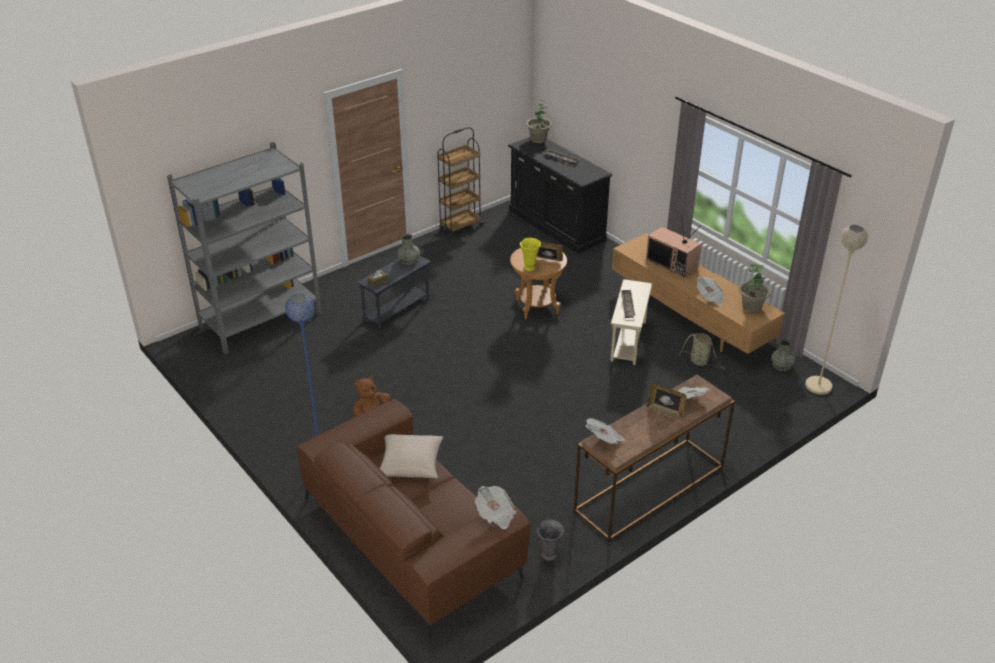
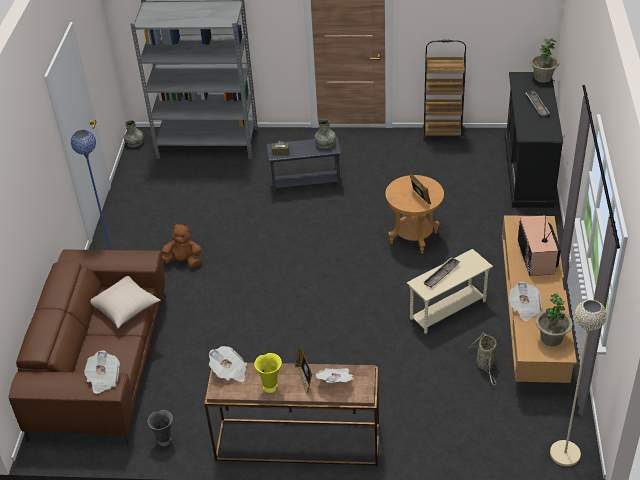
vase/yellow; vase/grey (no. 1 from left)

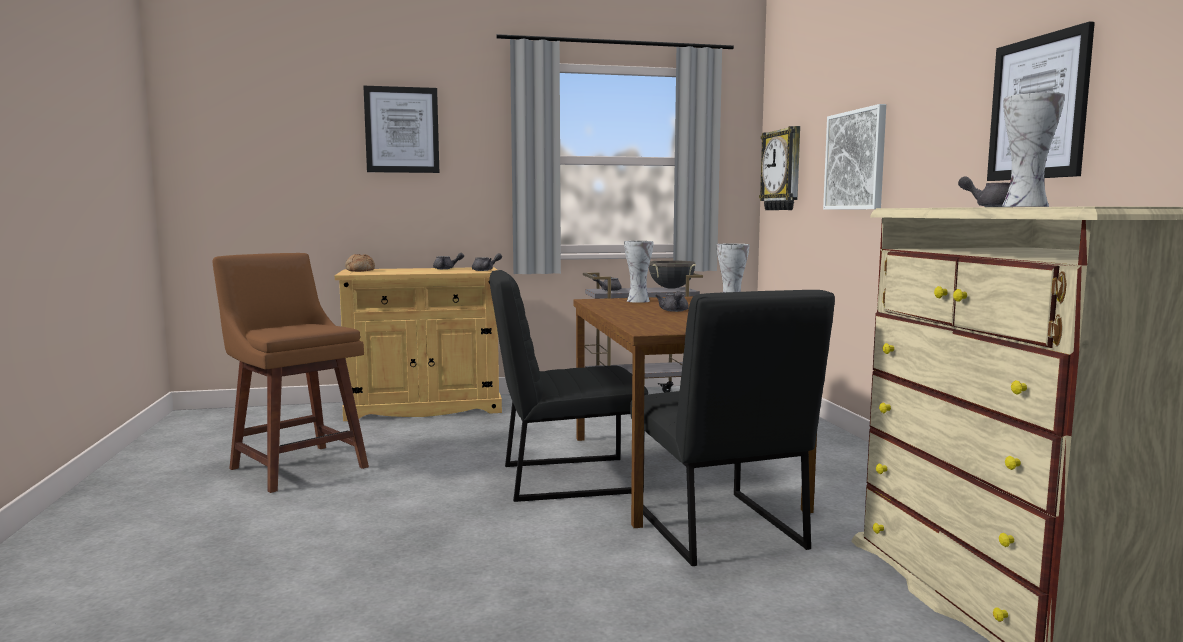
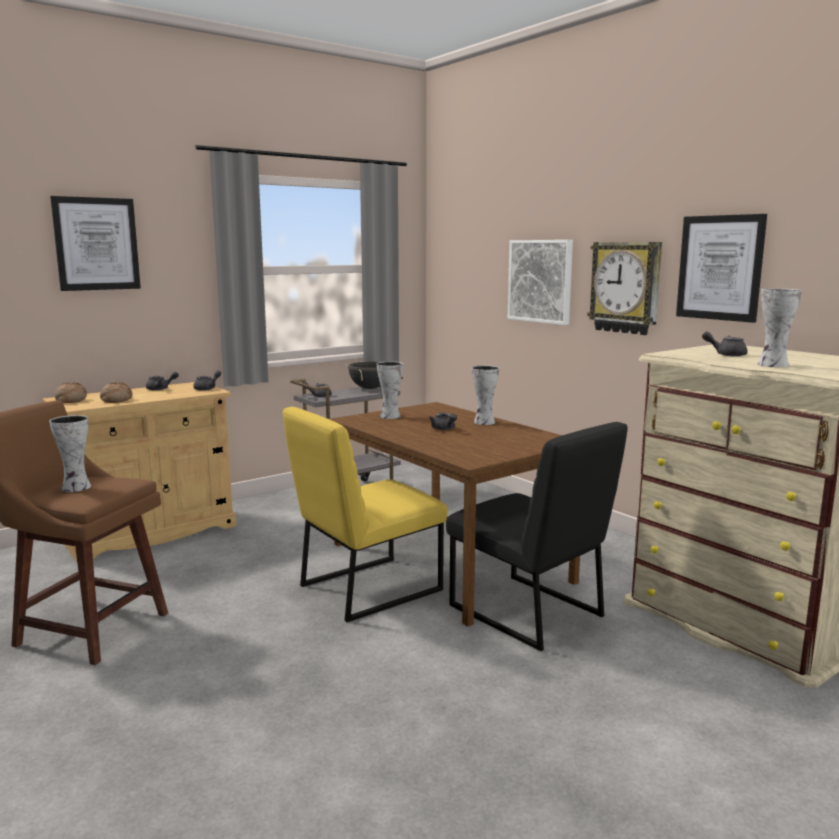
chair/yellow; wall clock; vase (no. 1 from left); bread (no. 2 from left)

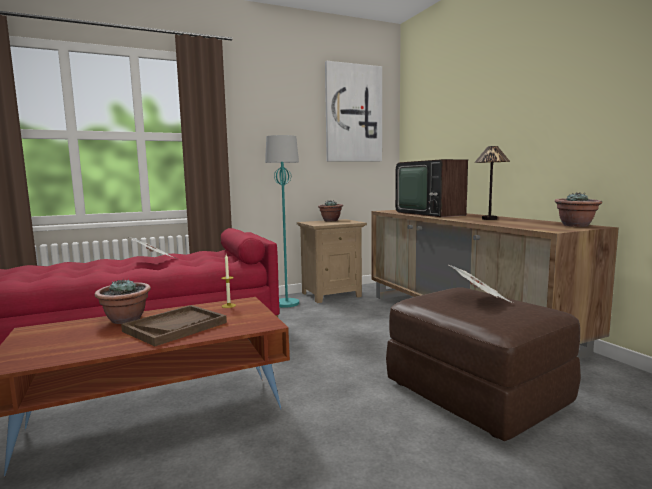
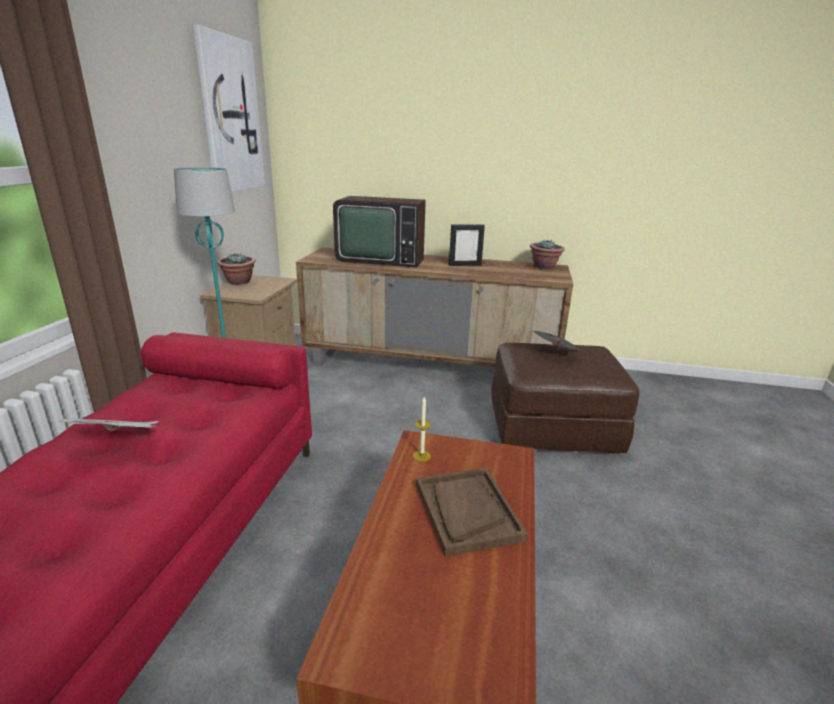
potted plant (no. 1 from left in the first image); picture frame

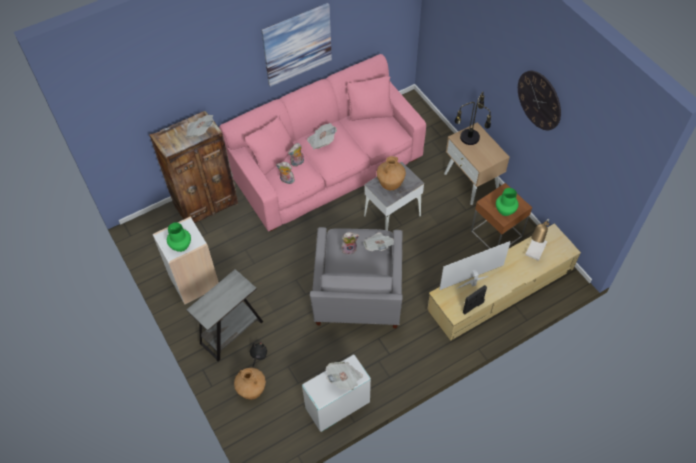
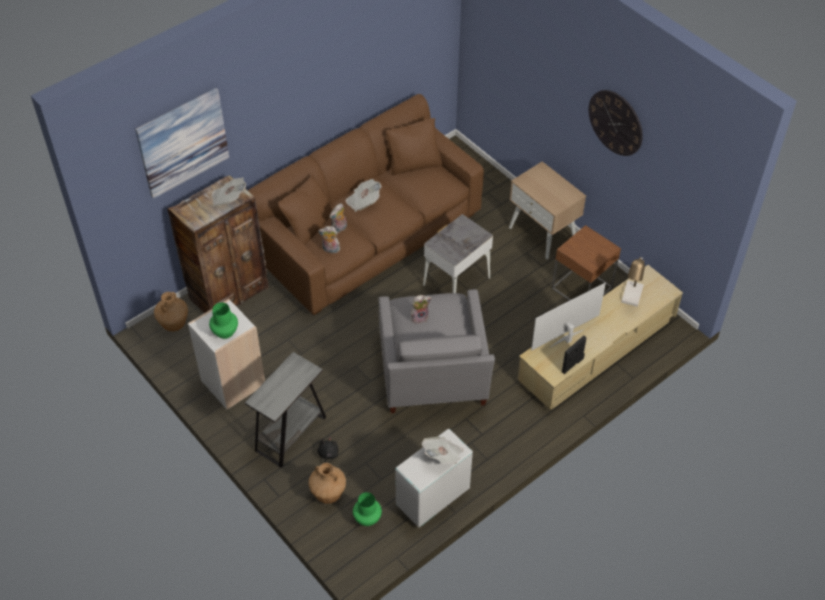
sofa/brown; picture; newspaper (no. 4 from left in the first image); vase/brown (no. 1 from left); table lamp (no. 1 from left in the first image); vase/green (no. 2 from left)

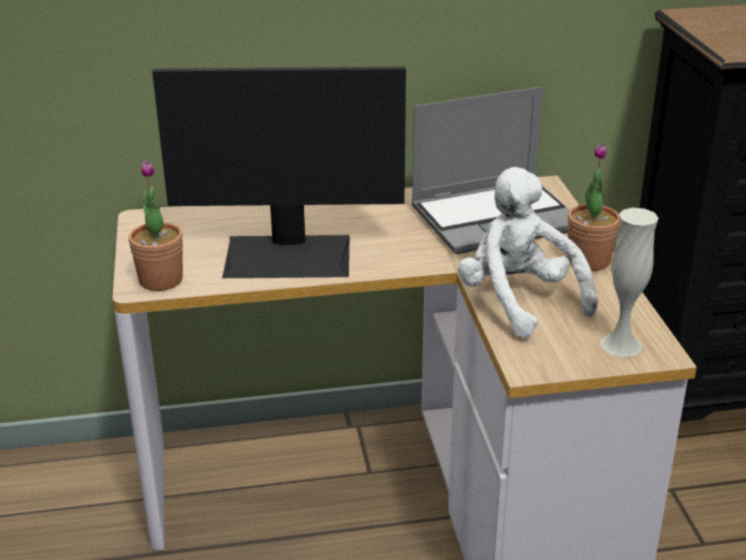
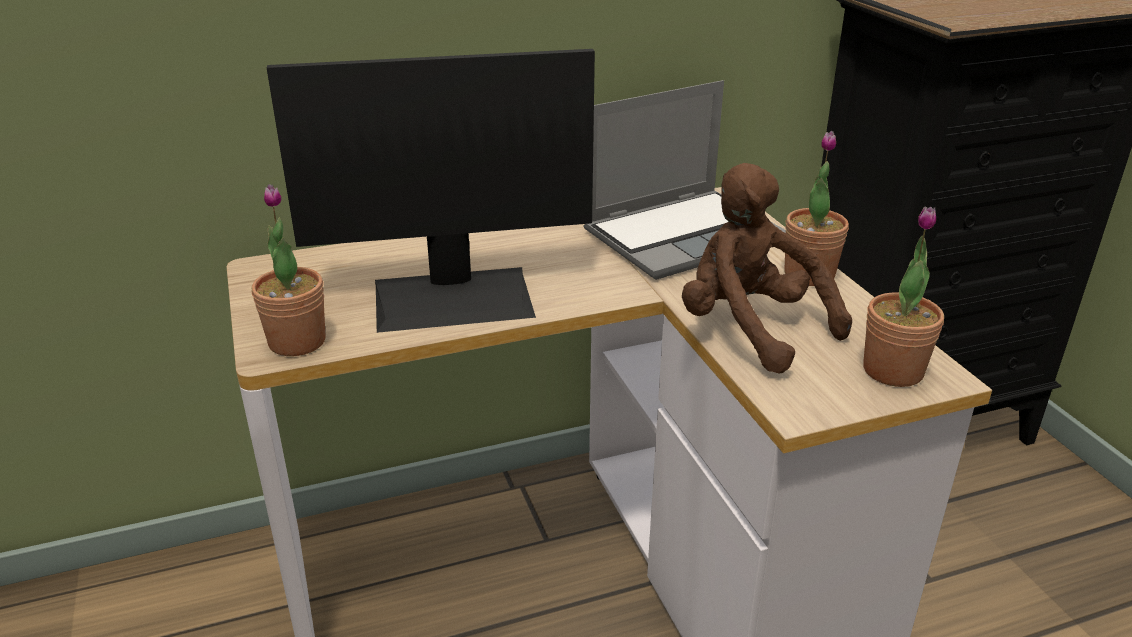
plush toy/brown; potted plant (no. 3 from left)

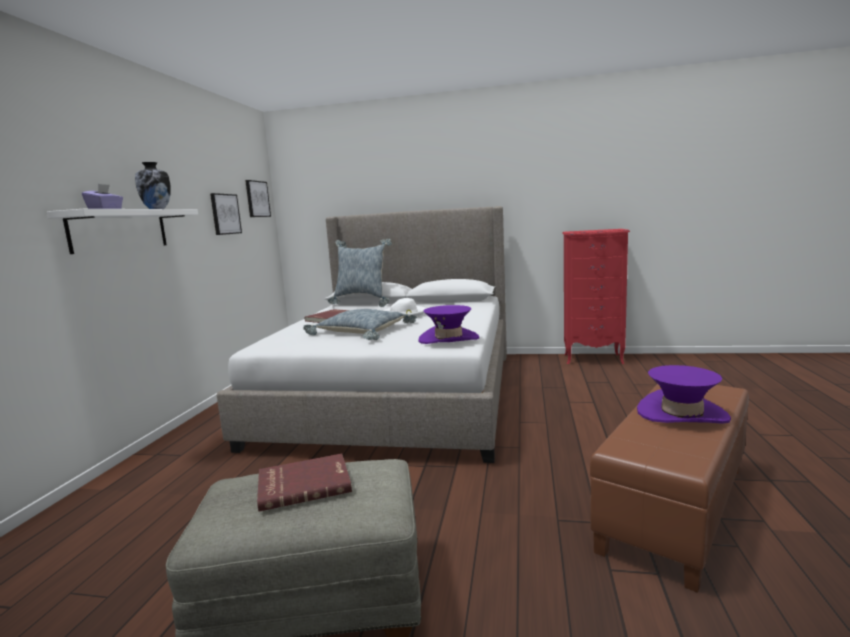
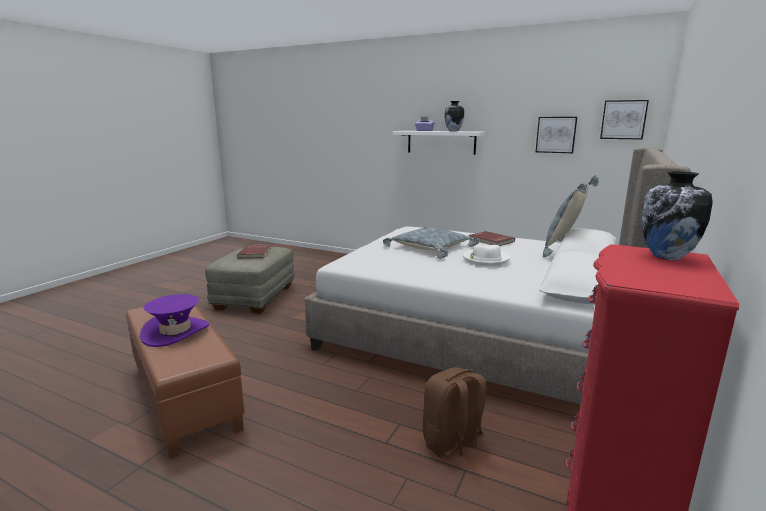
hat/purple (no. 1 from left in the first image); backpack/brown; vase (no. 2 from left)

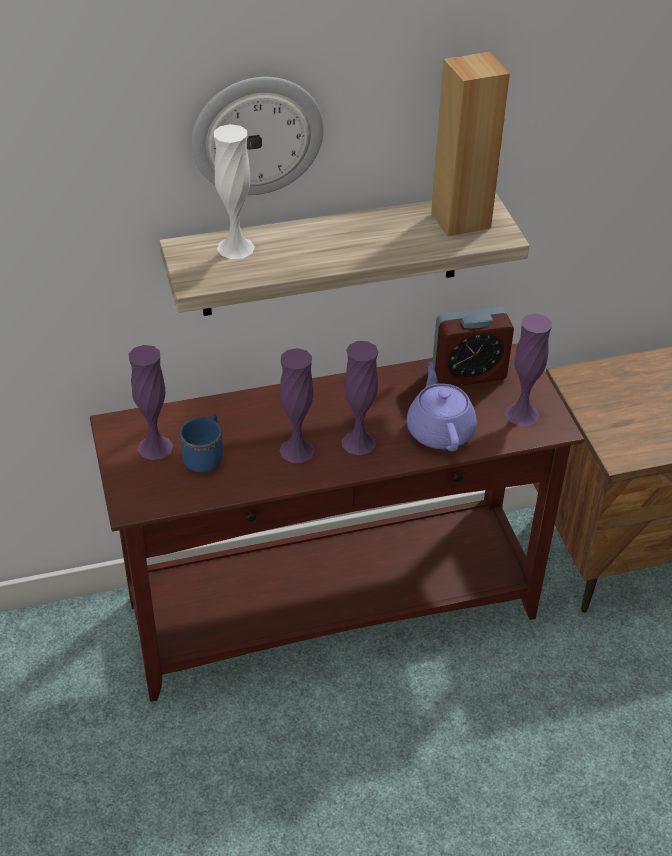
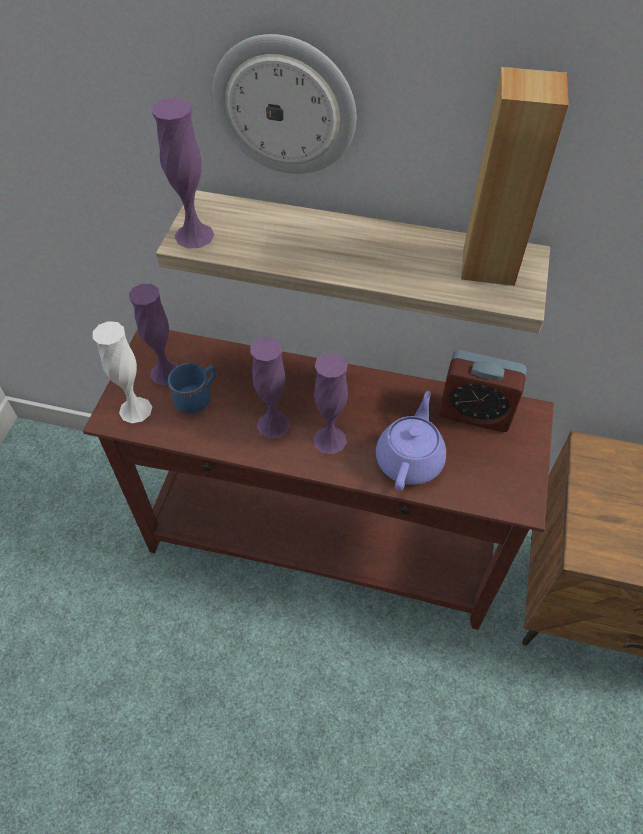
vase/white; vase/purple (no. 2 from left)

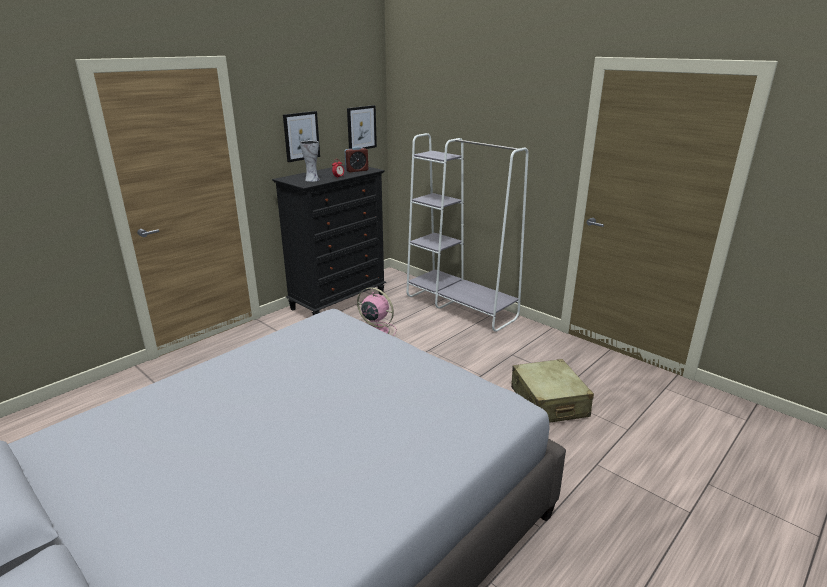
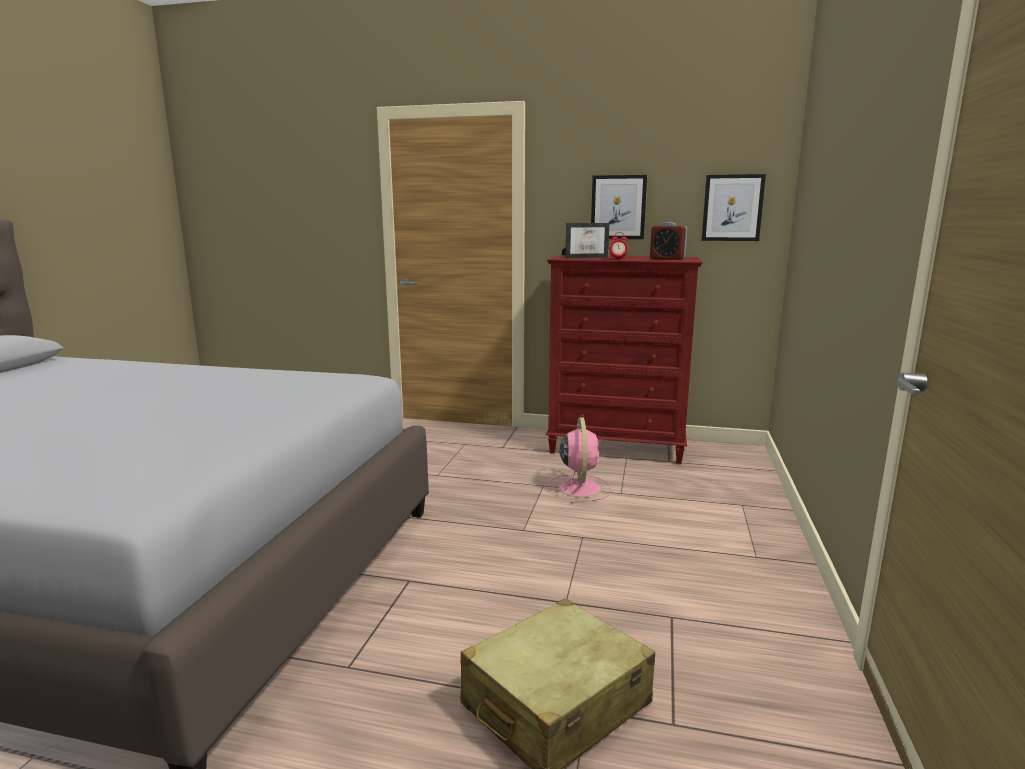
dresser/red; picture frame; clothes rack/grey

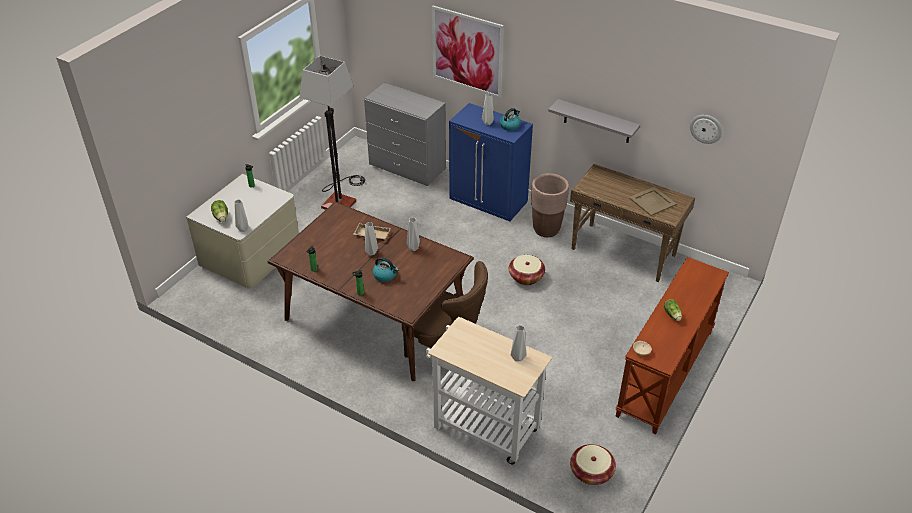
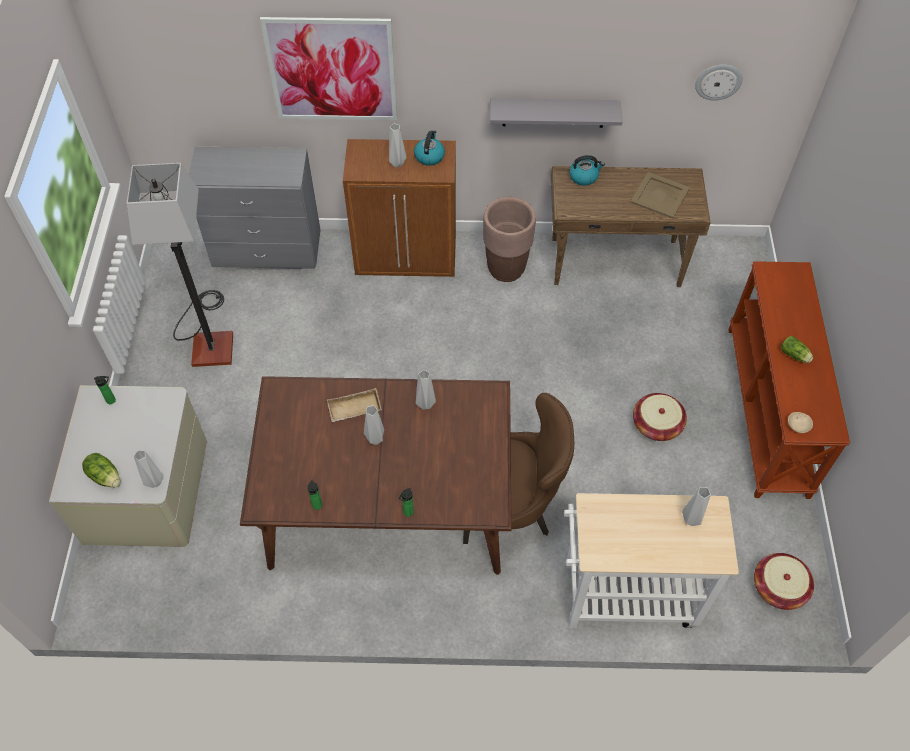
kettle (no. 2 from left); cabinet/brown; basket (no. 1 from left)

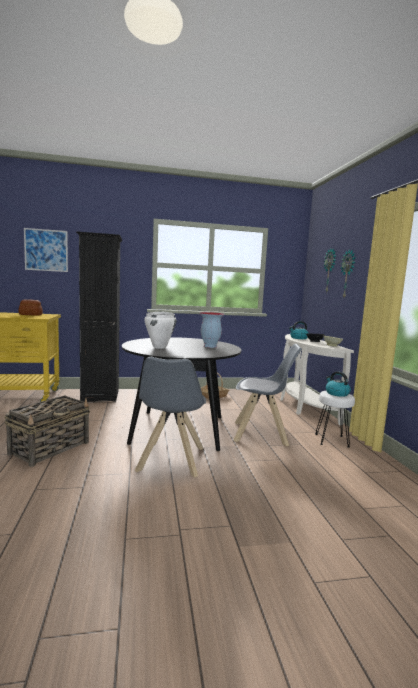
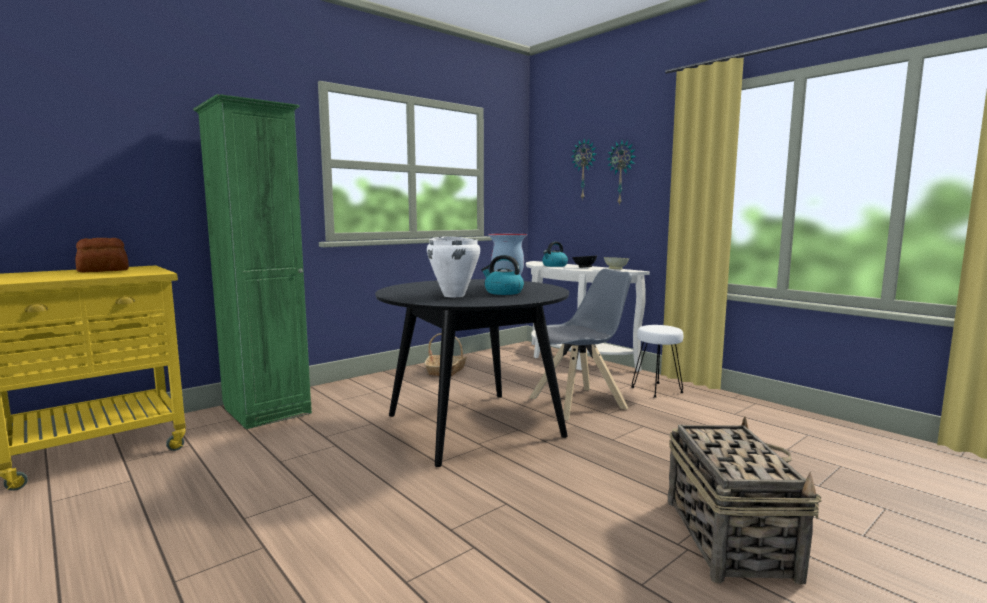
basket (no. 2 from left); picture; cabinet/green; chair/grey (no. 1 from left in the first image); kettle (no. 1 from left)

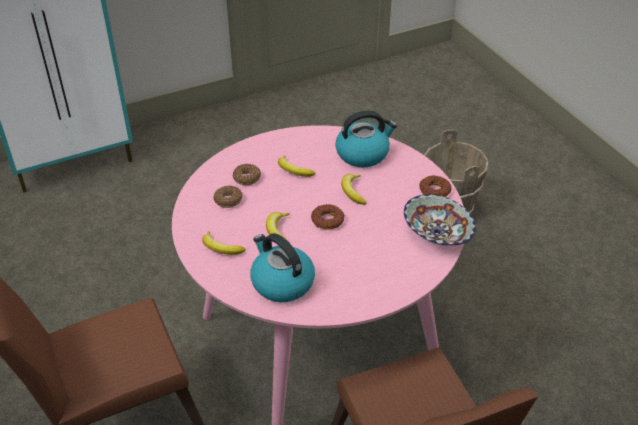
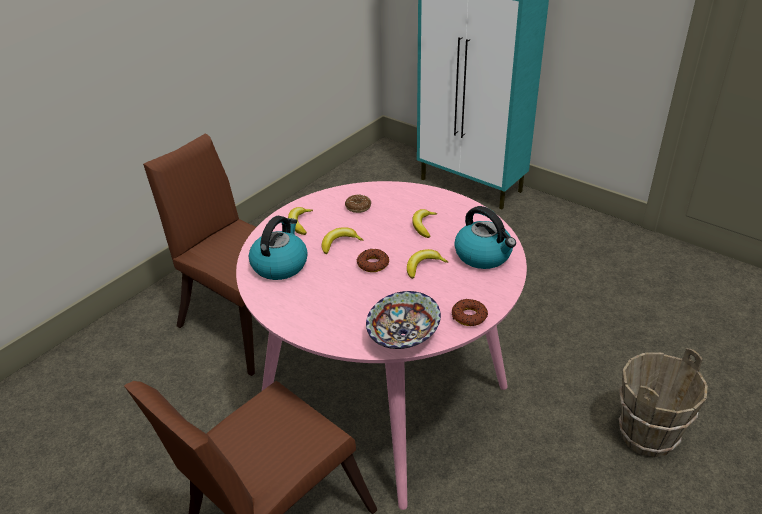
donut (no. 2 from left in the first image)

